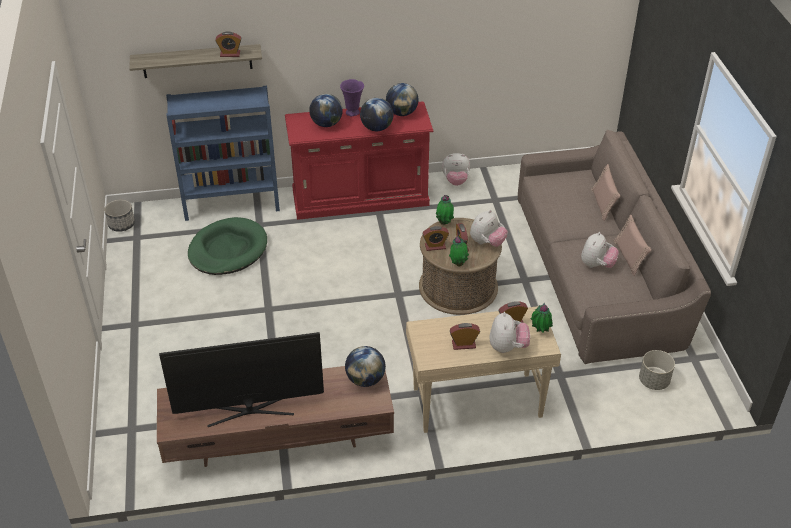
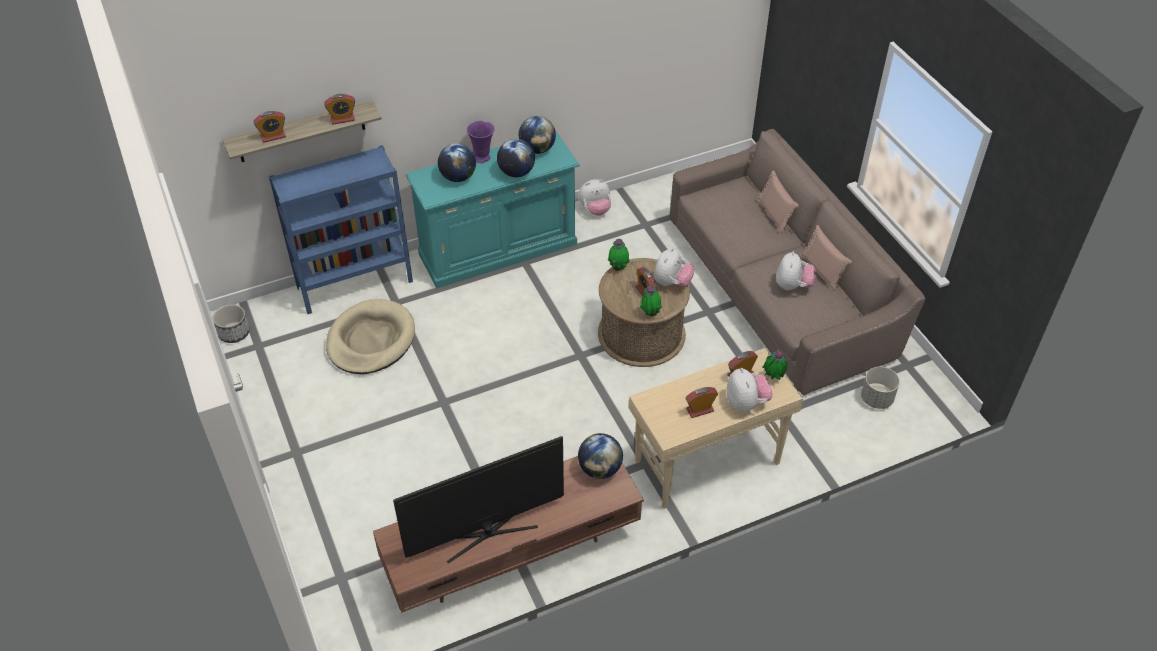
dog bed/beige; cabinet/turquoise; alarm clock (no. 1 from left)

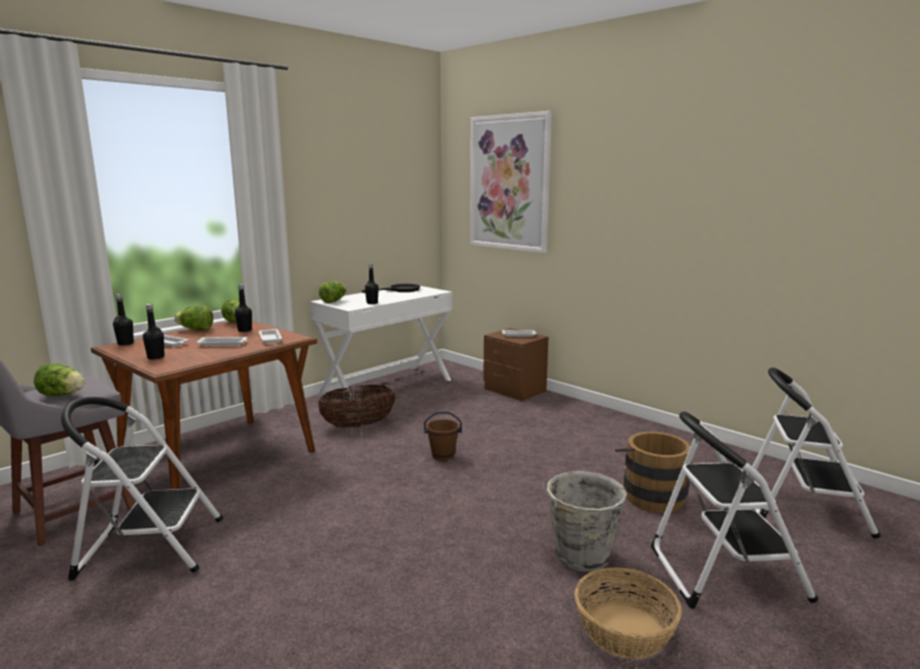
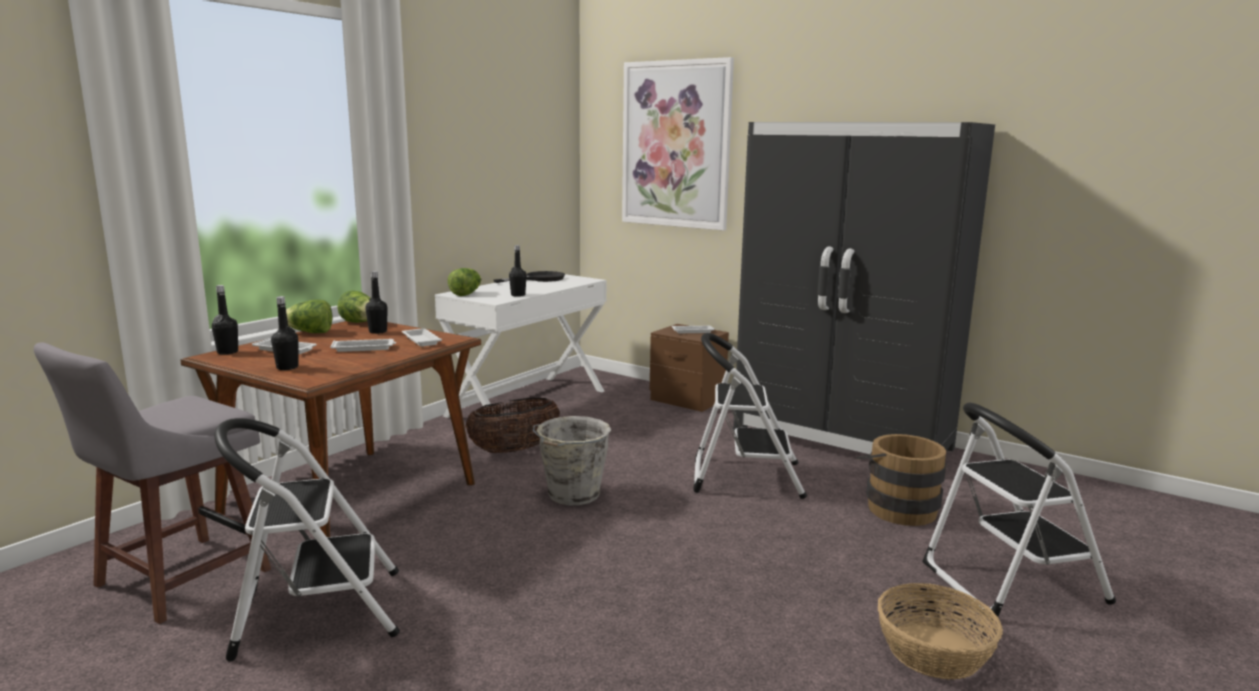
lettuce (no. 1 from left in the first image); bucket/brown (no. 1 from left in the first image); bucket/grey; step ladder (no. 2 from left); cabinet/black

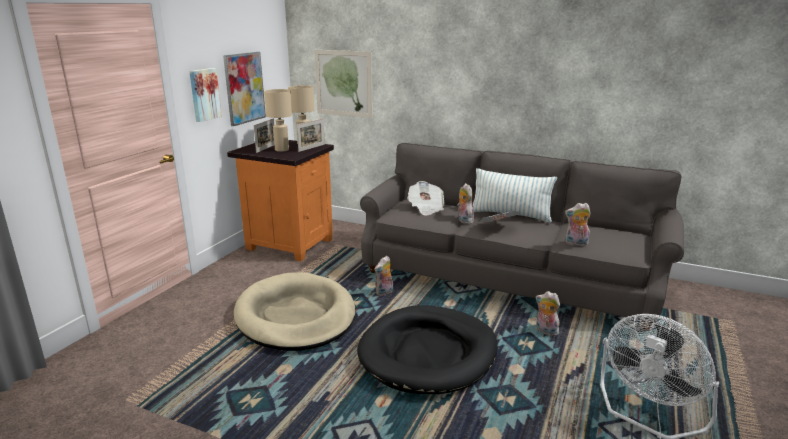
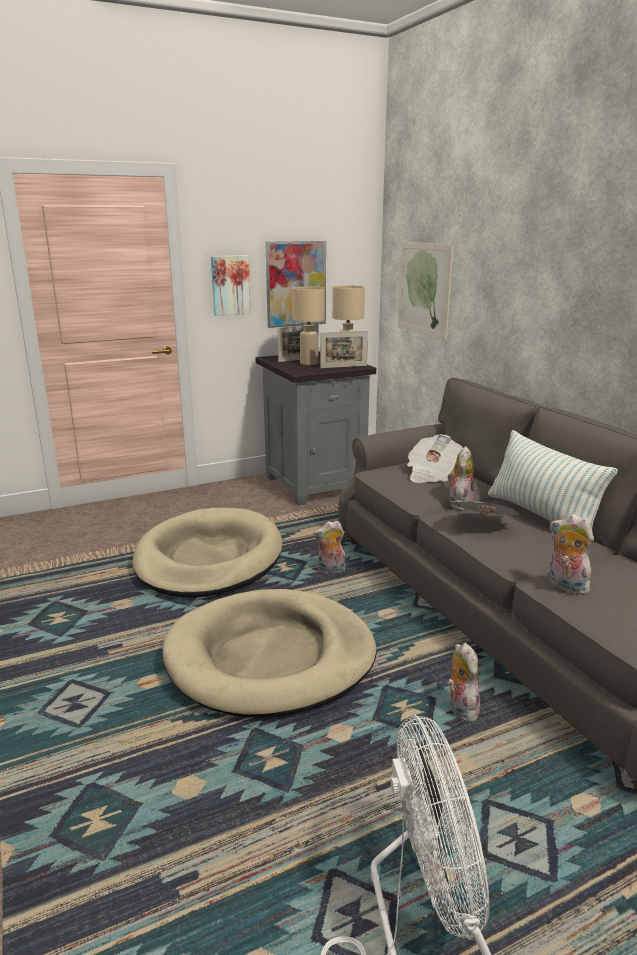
cabinet/grey; dog bed/beige (no. 2 from left)

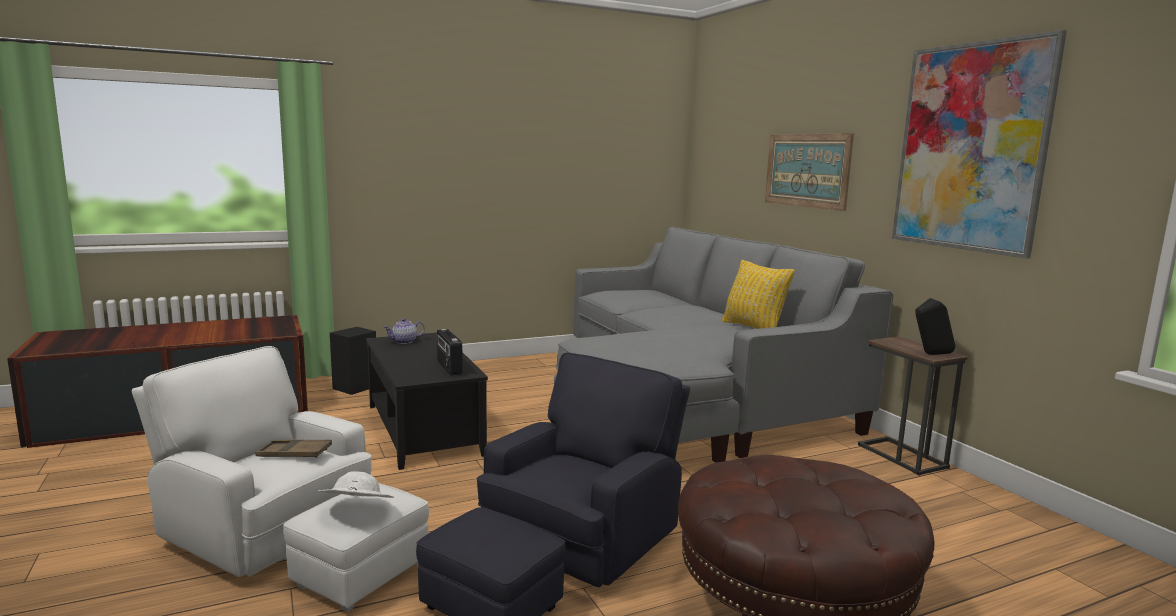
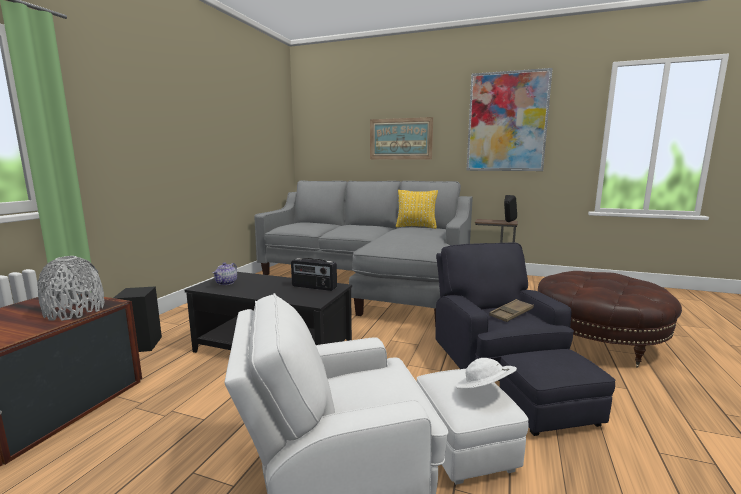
tray/brown; vase/grey

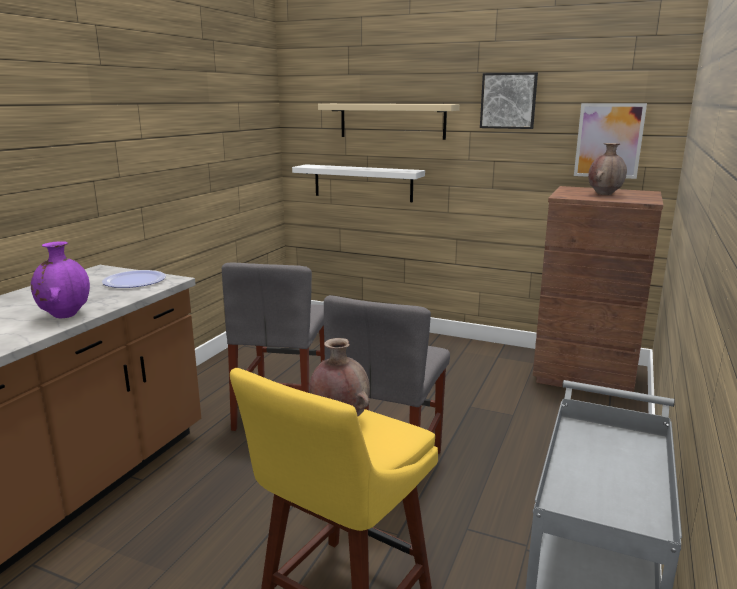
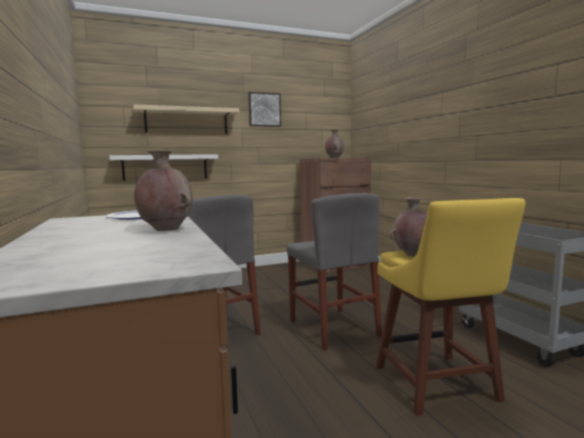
vase/brown (no. 1 from left); picture (no. 2 from left in the first image)

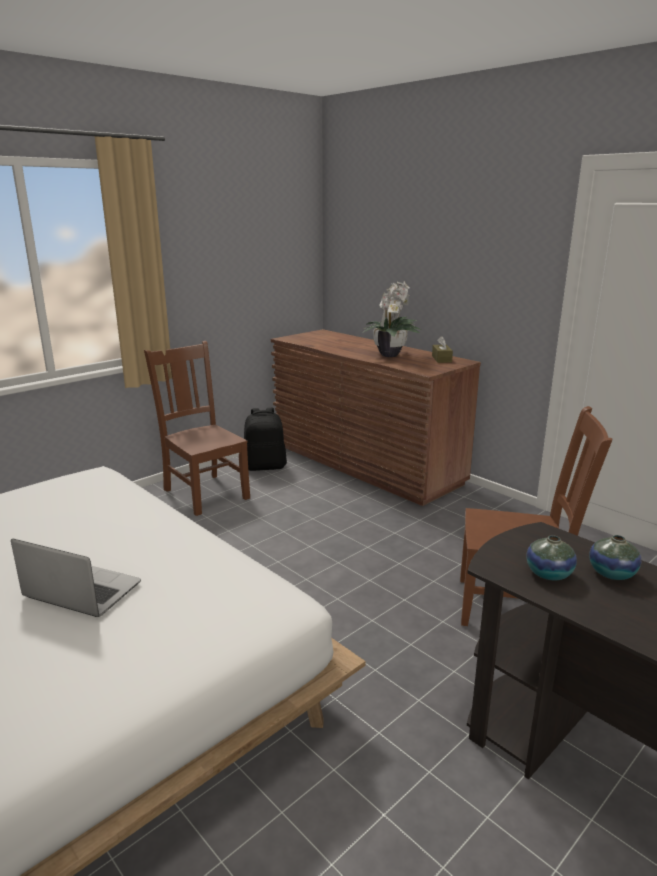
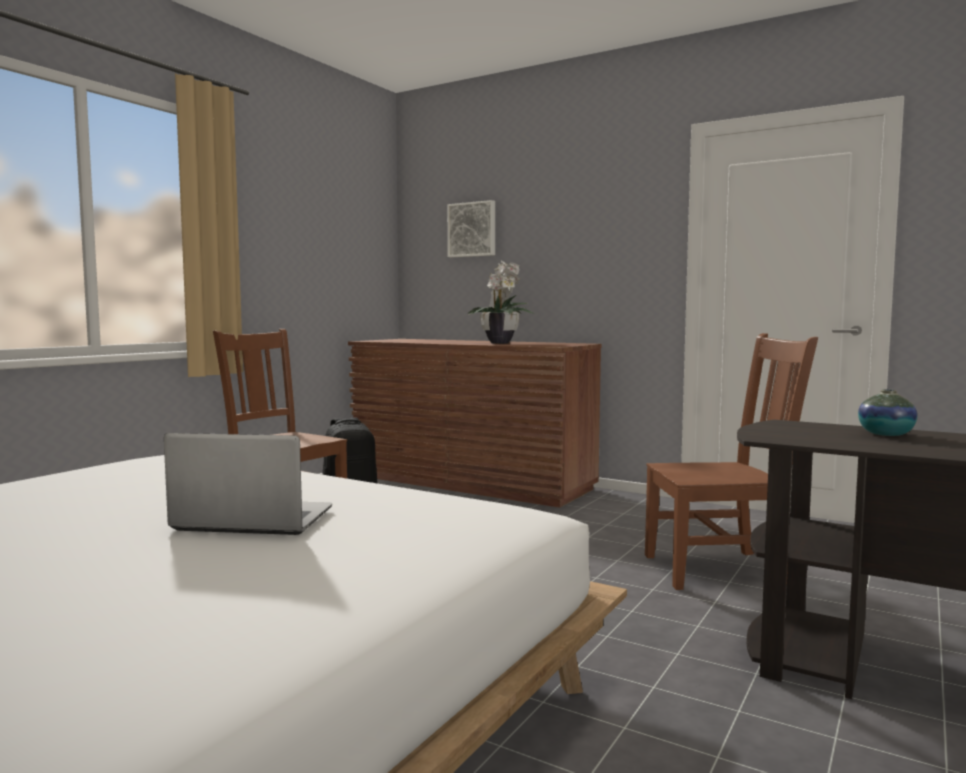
tissue box/brown; vase (no. 1 from left in the first image); picture

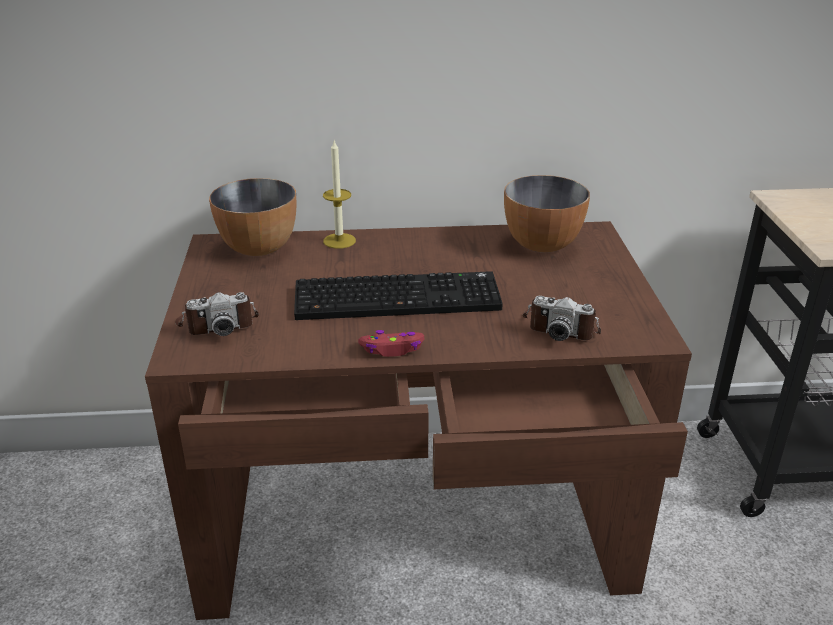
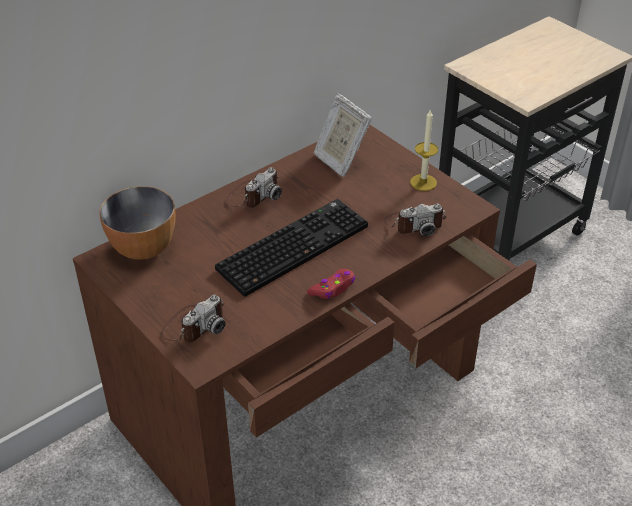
candle; picture frame; photo camera (no. 2 from left)

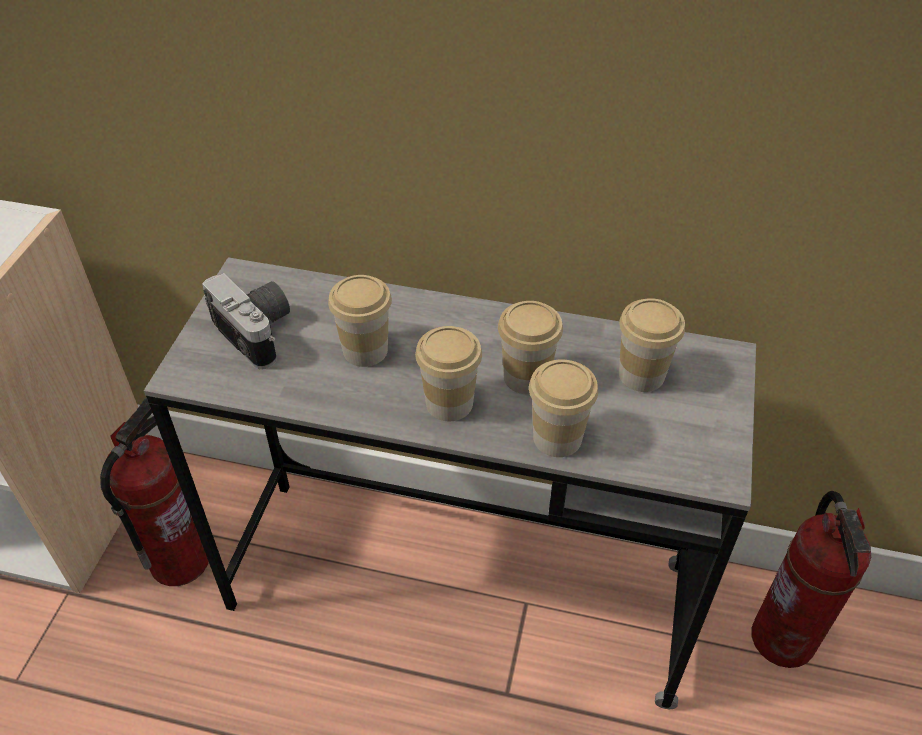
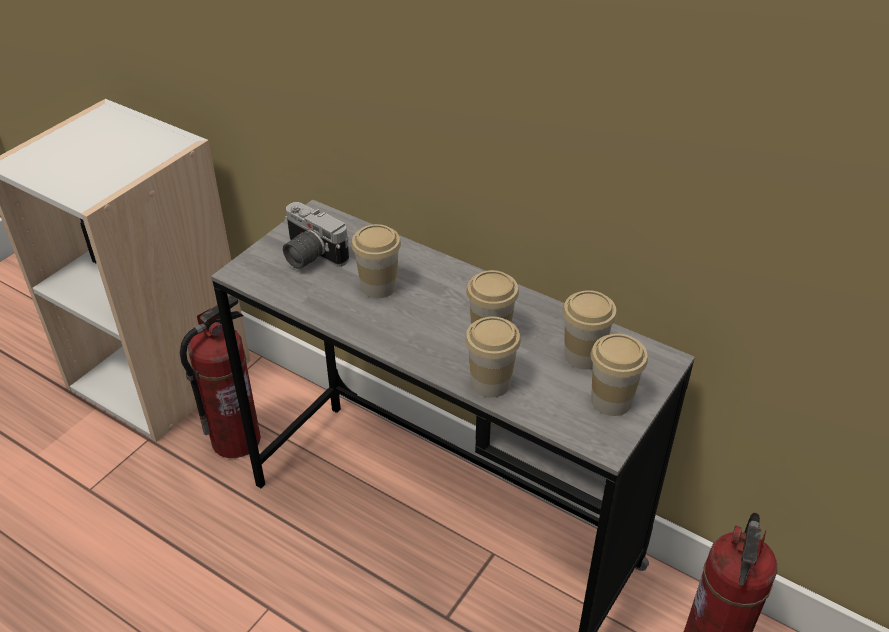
photo camera; cup (no. 5 from left)

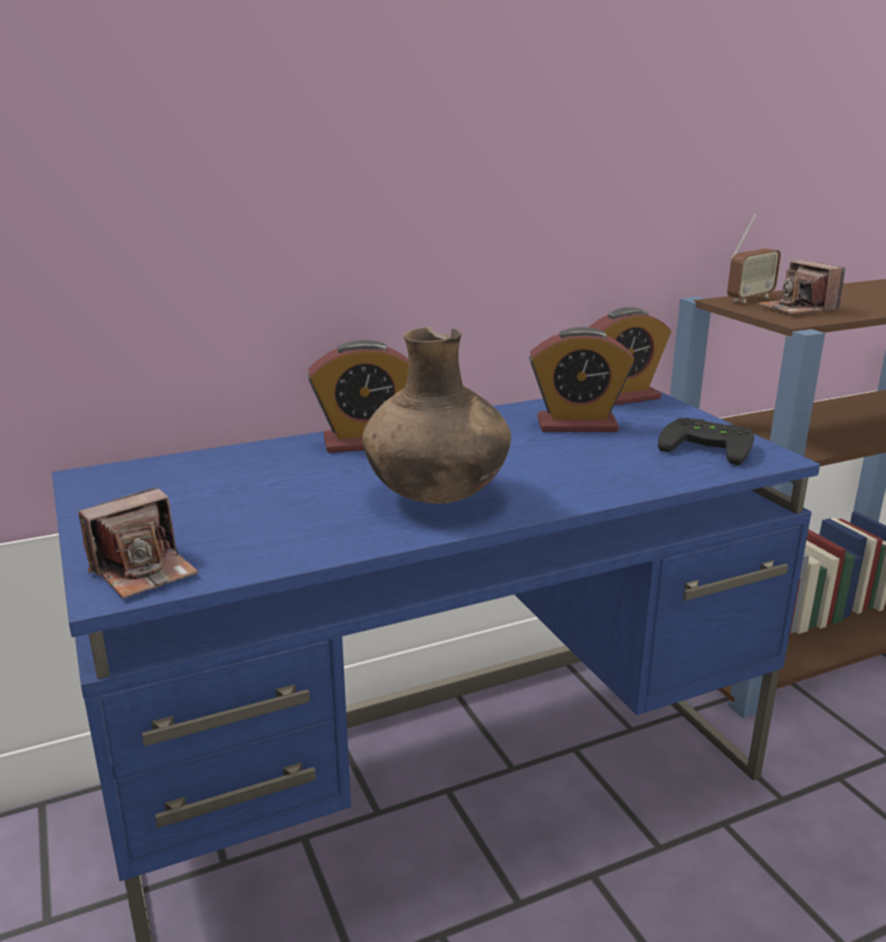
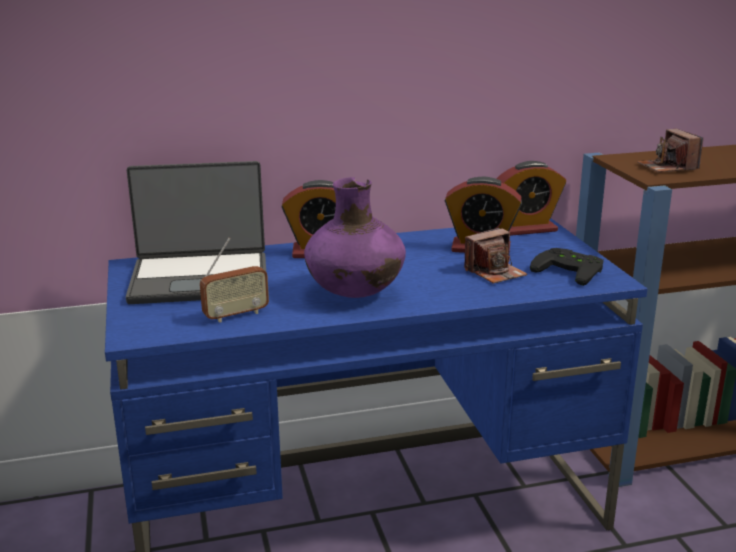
photo camera (no. 1 from left); vase/purple; radio; laptop

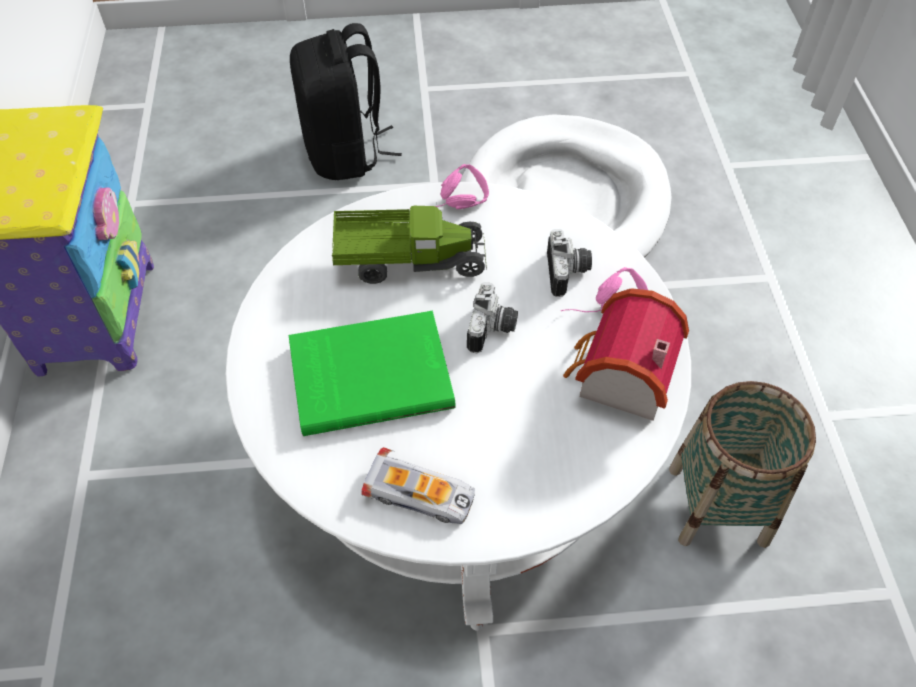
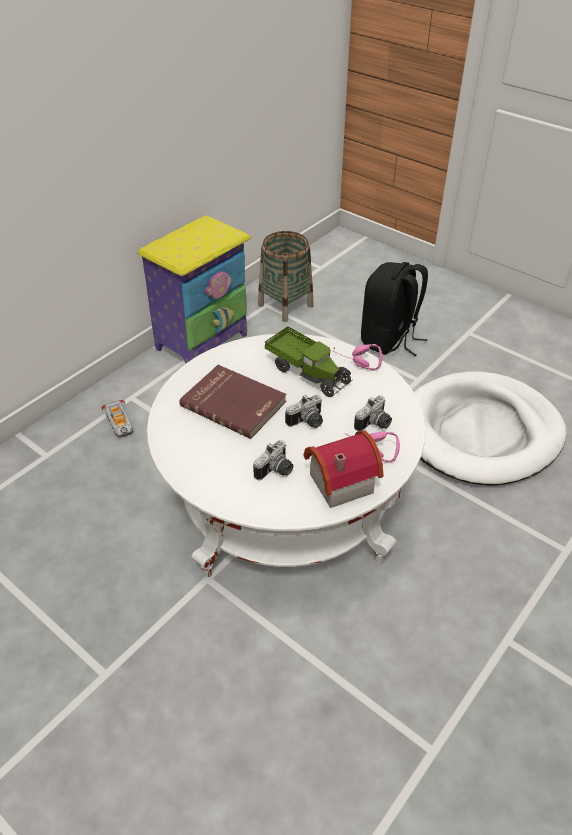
book/red; toy car; basket; photo camera (no. 1 from left)

